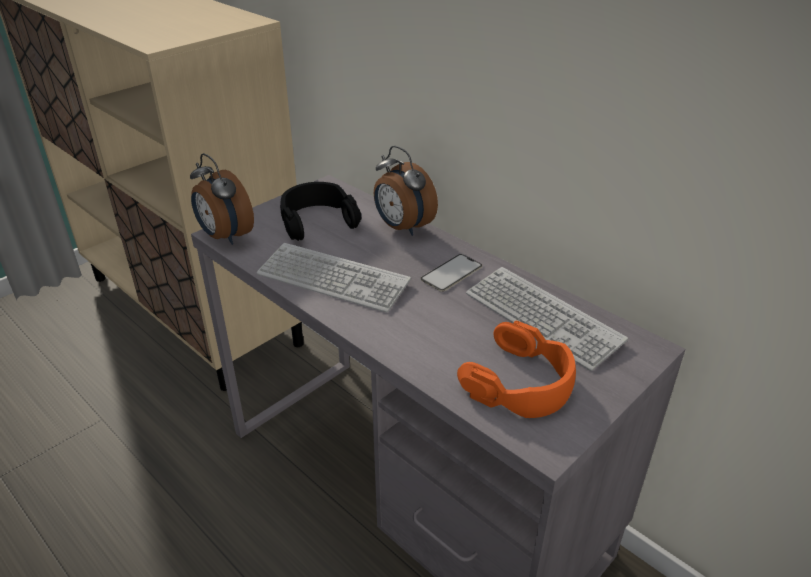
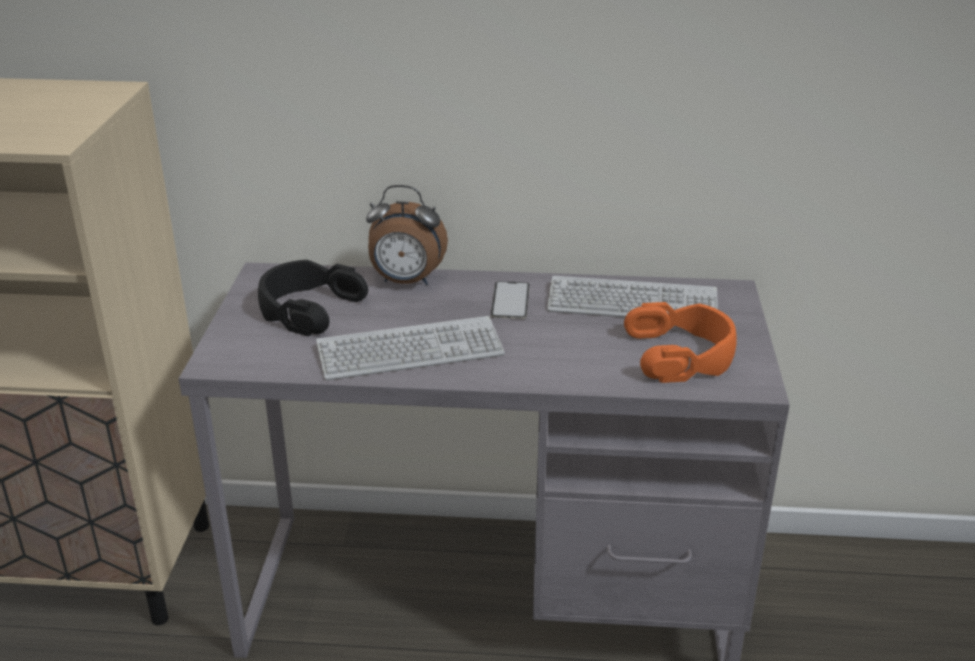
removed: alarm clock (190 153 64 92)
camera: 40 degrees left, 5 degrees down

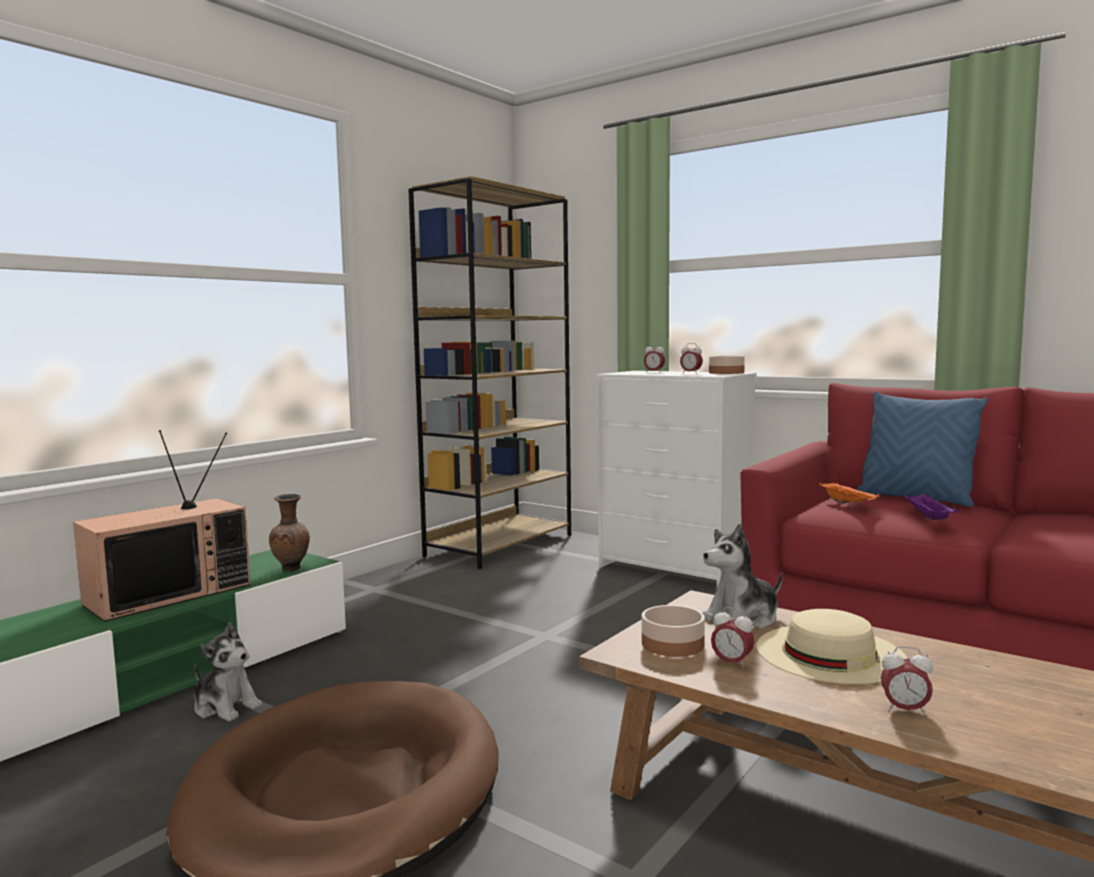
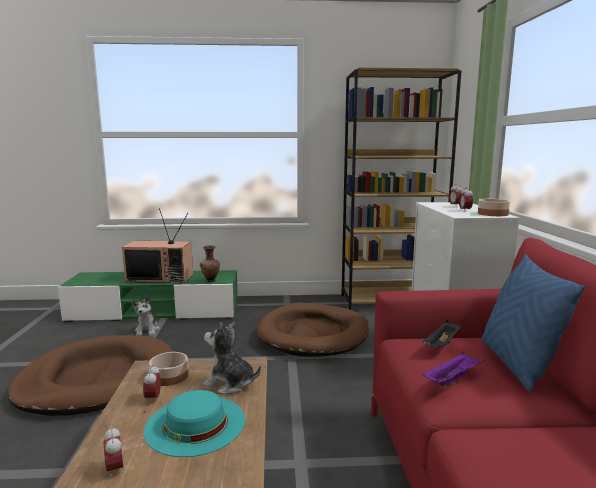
added: brownish dog bed (256 303 113 54)
recoloured: orange serving tray (819 482 61 22) to black-coloured serving tray (422 320 39 28); beige-coloured clothing hat (757 609 150 75) to blue-green clothing hat (144 390 101 67)
camera: 50 degrees right, 5 degrees up

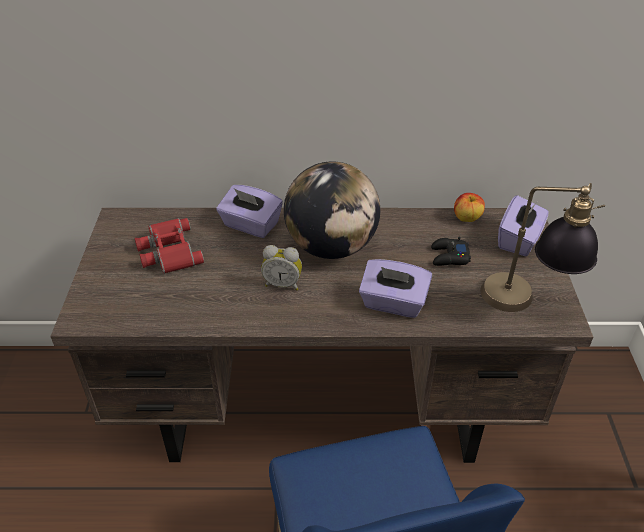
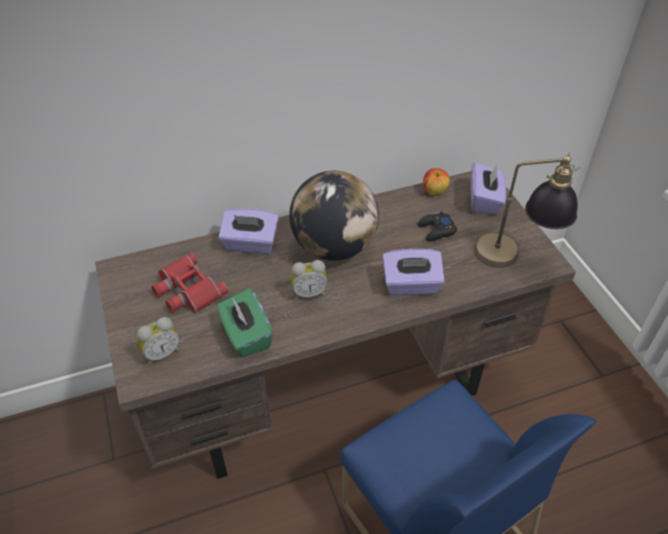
added: greenish tissue box (217 288 56 69); alarm clock (137 317 43 49)
camera: 20 degrees left, 5 degrees up

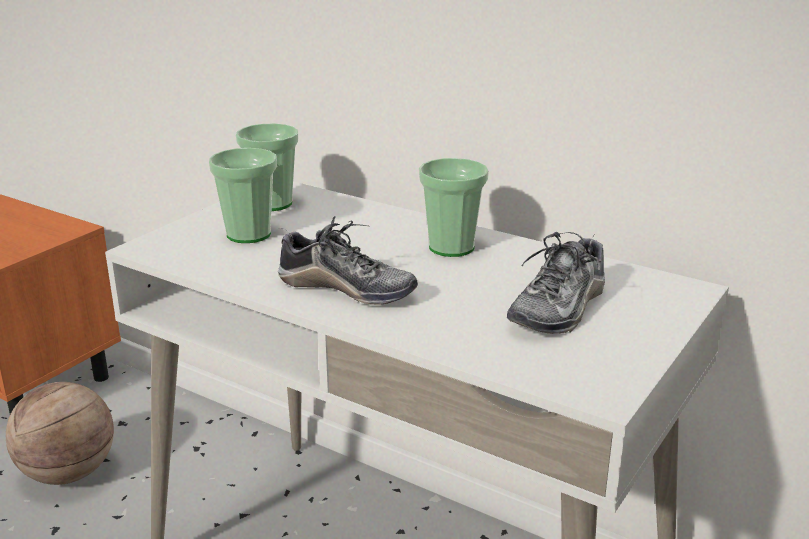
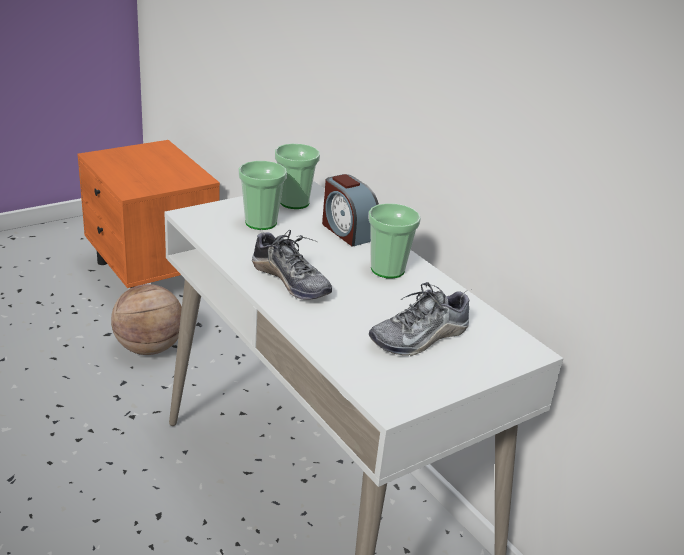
added: alarm clock (322 174 57 73)
camera: 20 degrees right, 5 degrees up

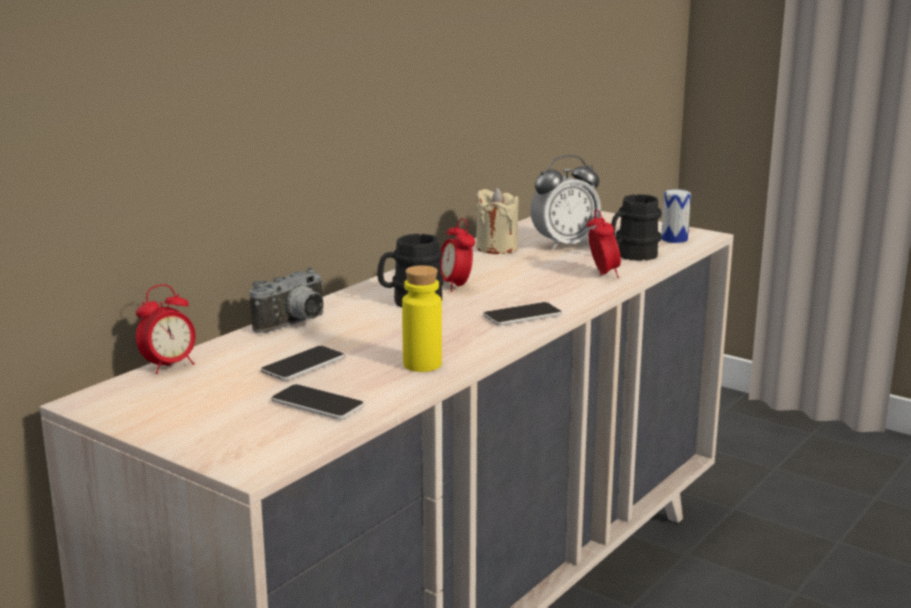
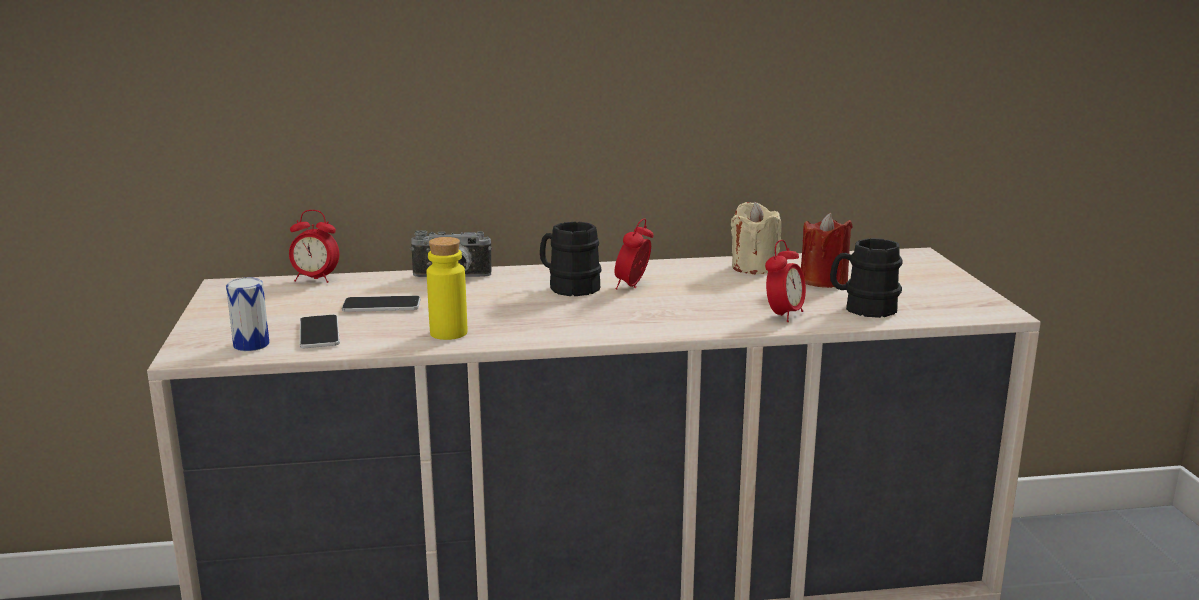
removed: phone (483 302 79 23)
moved: can (661 189 30 54) to (226 277 44 74)
replaced: alarm clock (530 155 71 95) to red wax candle (801 213 52 75)
camera: 45 degrees right, 0 degrees up

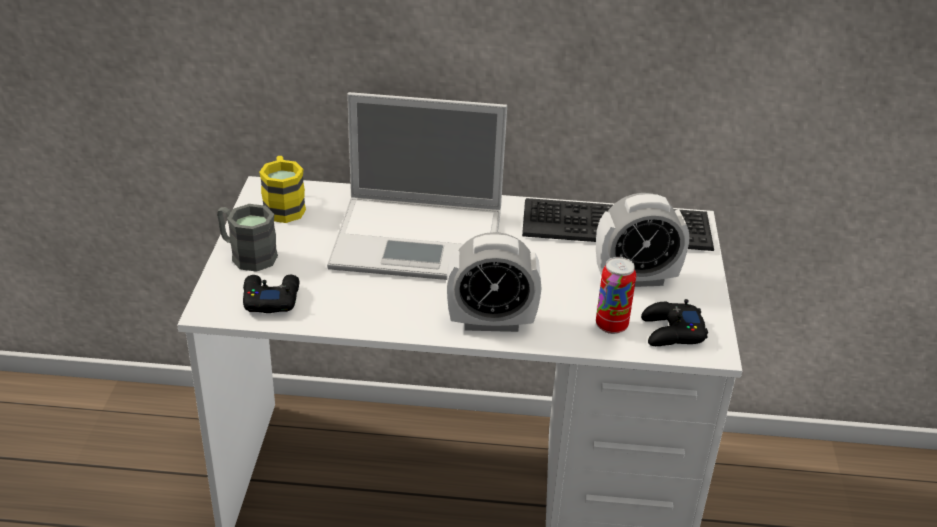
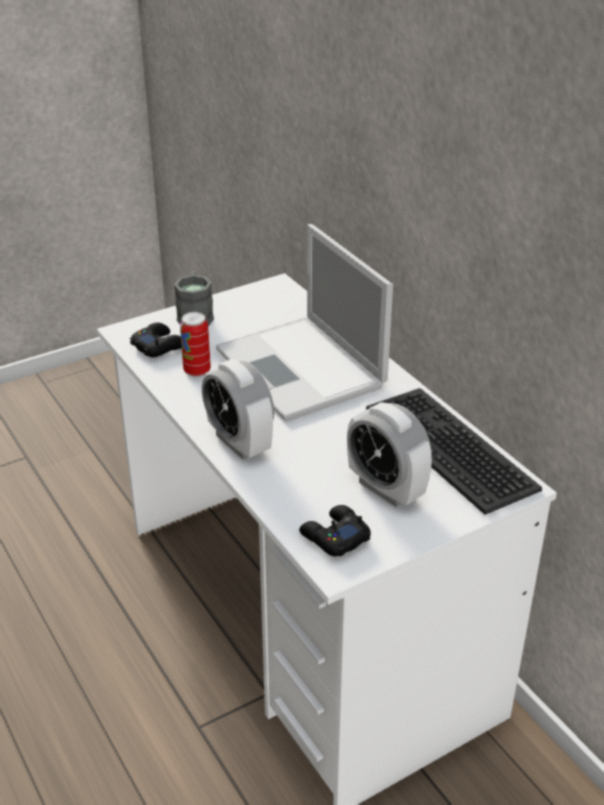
removed: yellow mug (259 156 47 67)
moved: can (596 257 40 77) to (180 312 31 65)
camera: 55 degrees right, 0 degrees up

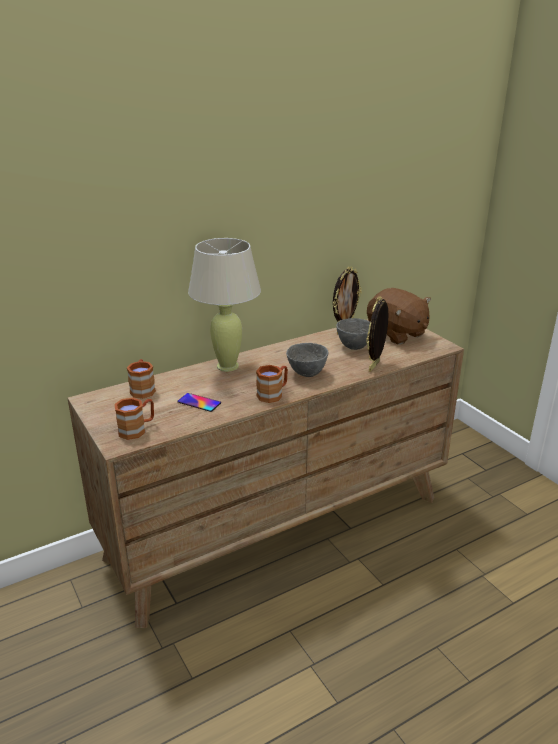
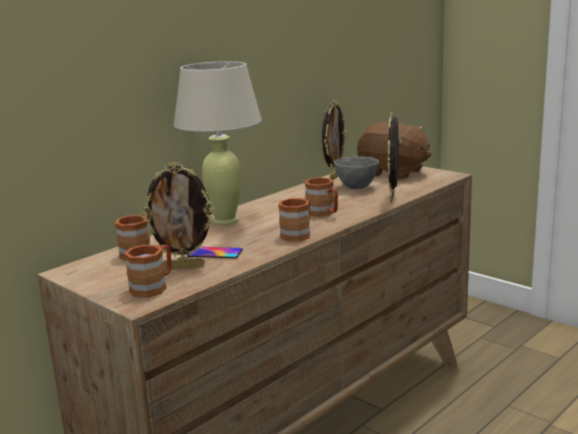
added: picture frame (141 162 74 107)
replaced: greyish deep dish (286 343 42 34) to brownish mug (305 177 33 40)
camera: 15 degrees left, 10 degrees down

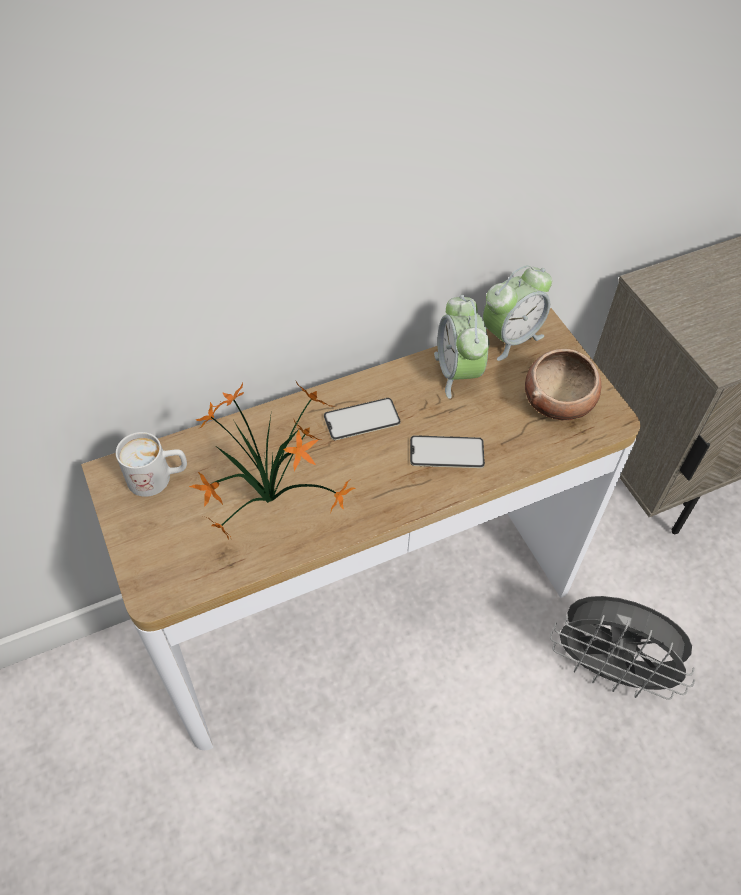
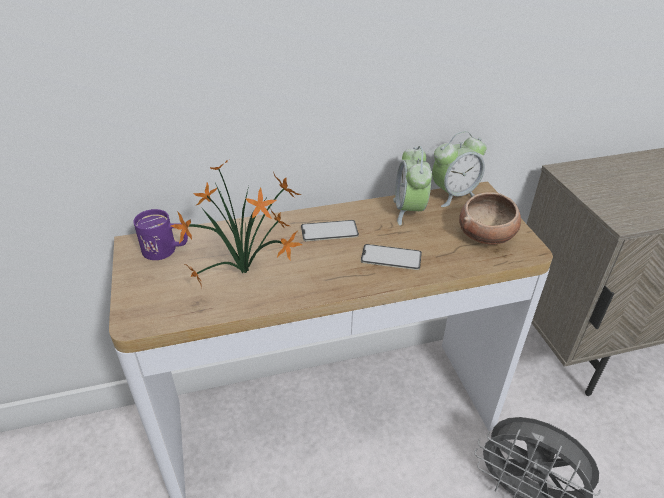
recoloured: whitish mug (116 432 71 65) to purplish mug (133 209 55 51)
camera: 10 degrees right, 15 degrees down

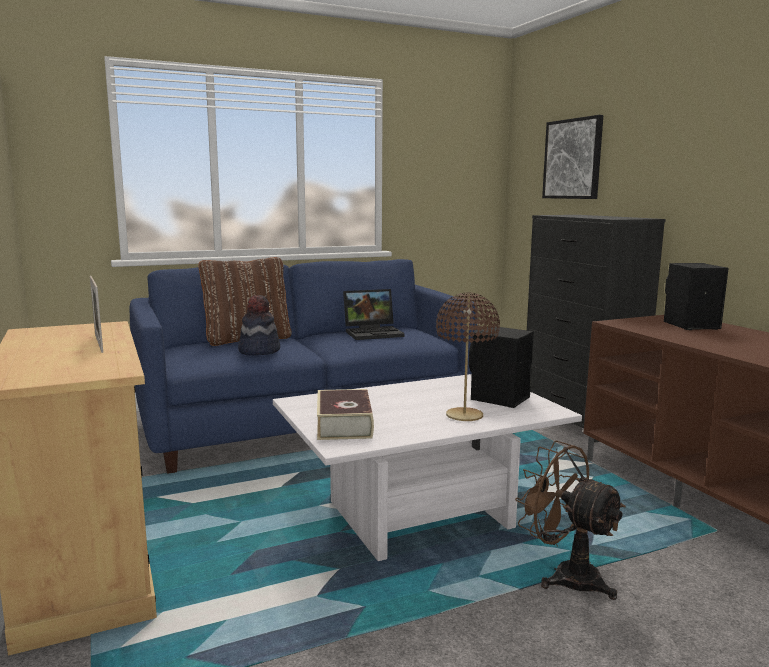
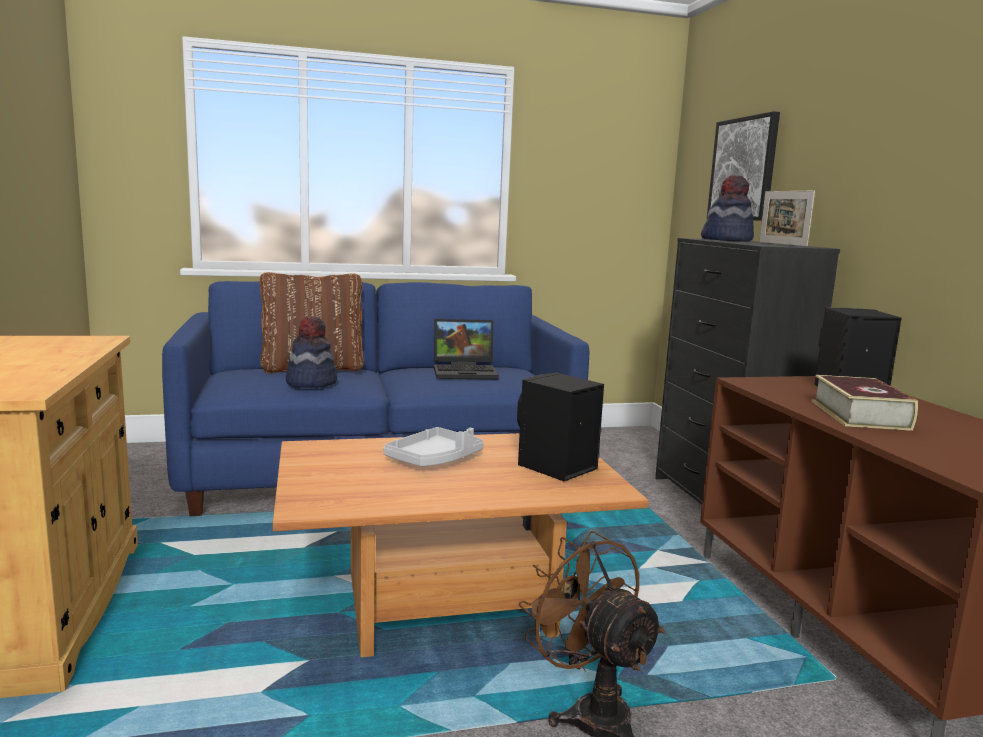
removed: brownish tabletop lamp (436 293 64 128)
added: clothing hat (701 175 53 67); greyish serving tray (383 427 100 40)
moved: picture frame (90 276 13 77) to (759 191 56 55); volume (317 389 57 51) to (812 375 106 56)
recoloured: whitish lounge table (273 374 309 187) to brownish lounge table (273 433 376 224)
camera: 10 degrees right, 0 degrees up

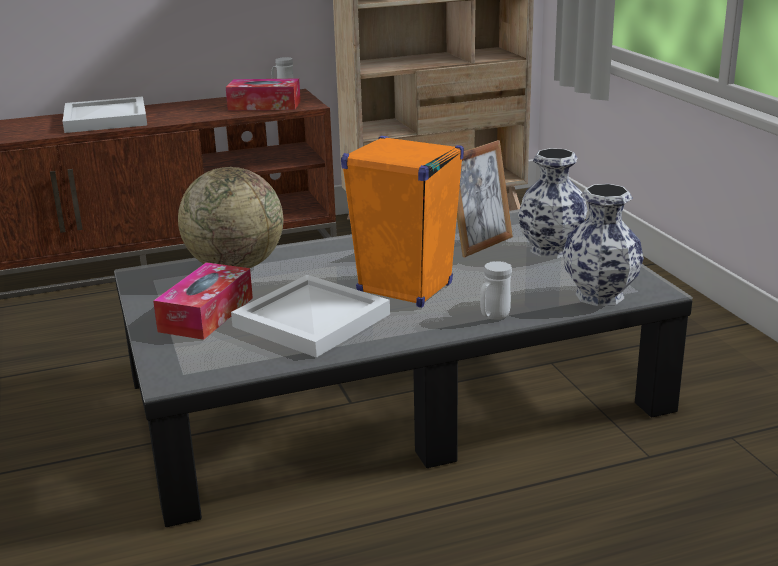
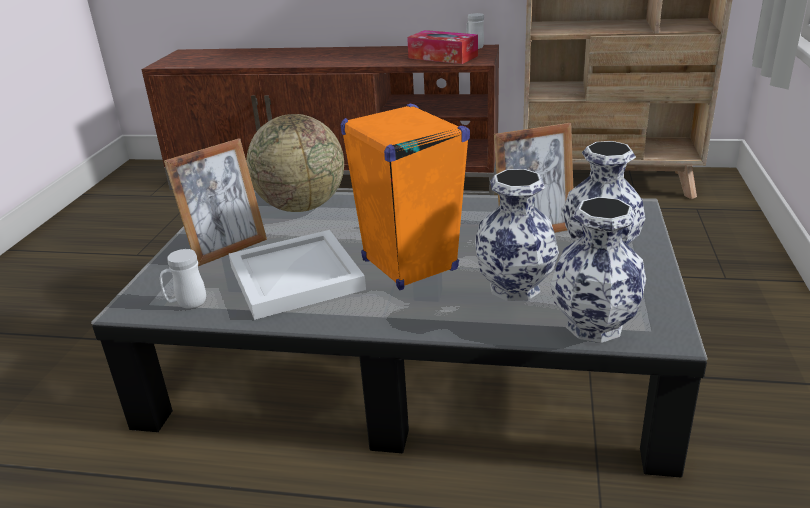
removed: whitish serving tray (63 96 84 37)
added: decorative vase (475 169 84 132)
moved: whitish mug (480 261 32 59) to (160 249 46 59)
replaced: tissue box (153 262 100 78) to picture frame (164 138 103 128)
camera: 30 degrees right, 5 degrees up

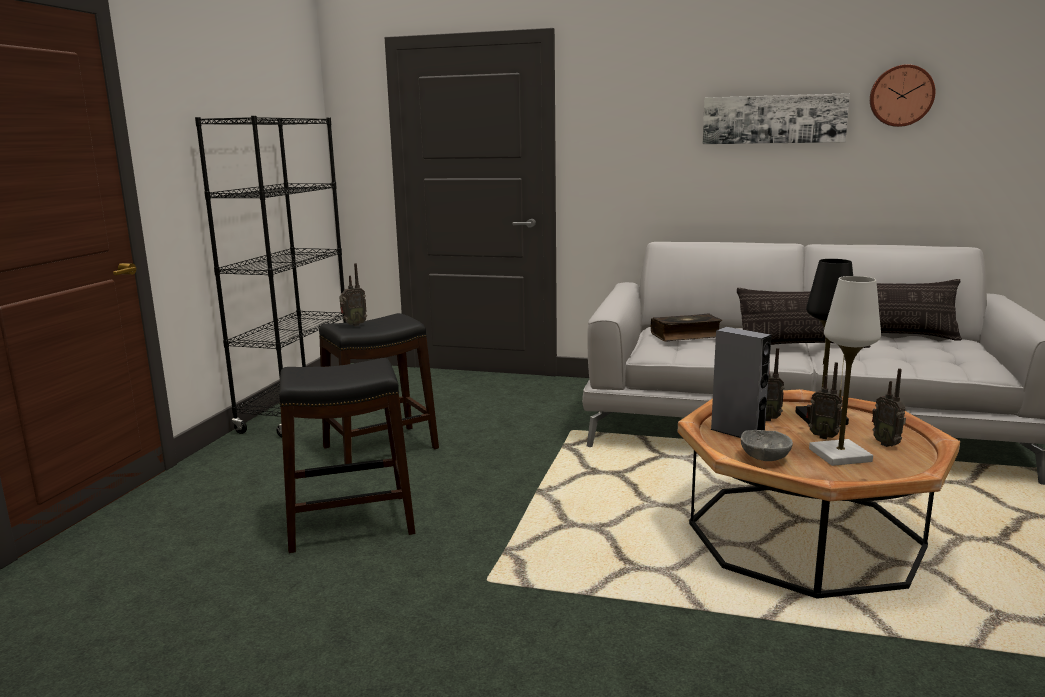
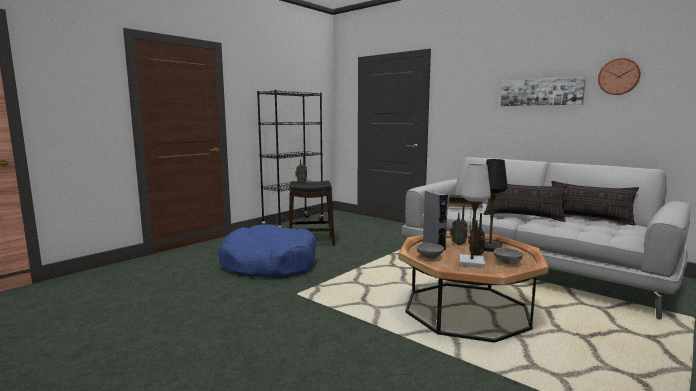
replaced: black-coloured stool (279 358 136 195) to bluish dog bed (218 224 98 55); radio (872 368 34 79) to greyish deep dish (494 248 29 16)
camera: 25 degrees right, 5 degrees down

